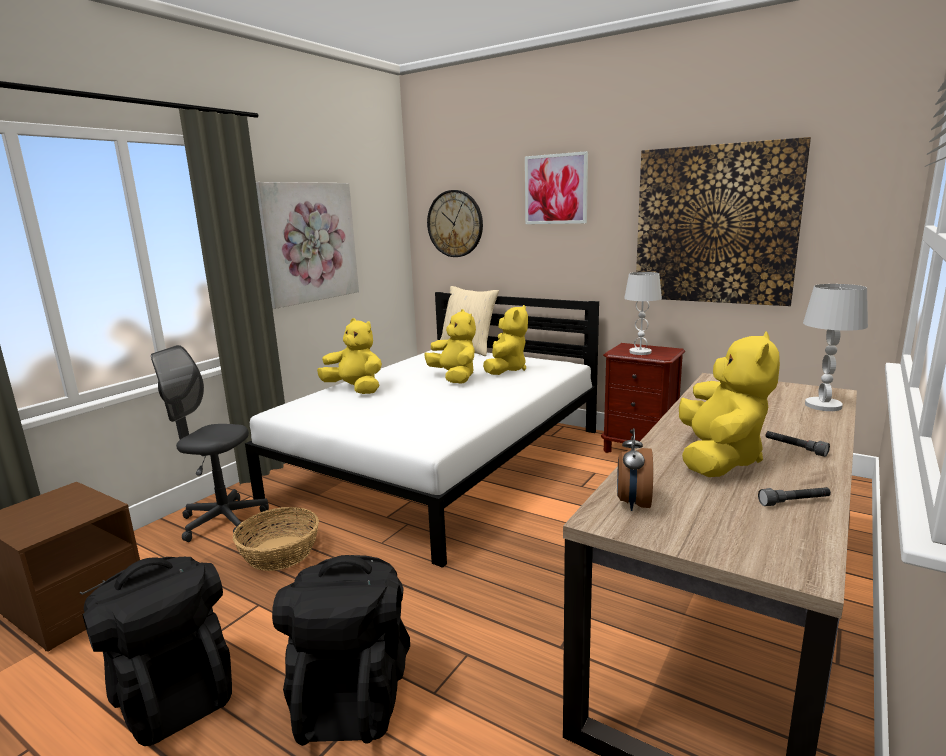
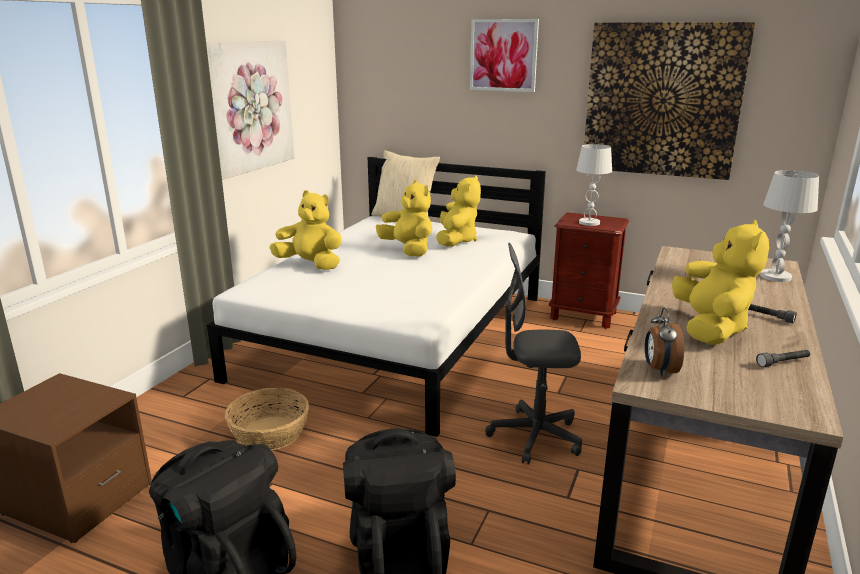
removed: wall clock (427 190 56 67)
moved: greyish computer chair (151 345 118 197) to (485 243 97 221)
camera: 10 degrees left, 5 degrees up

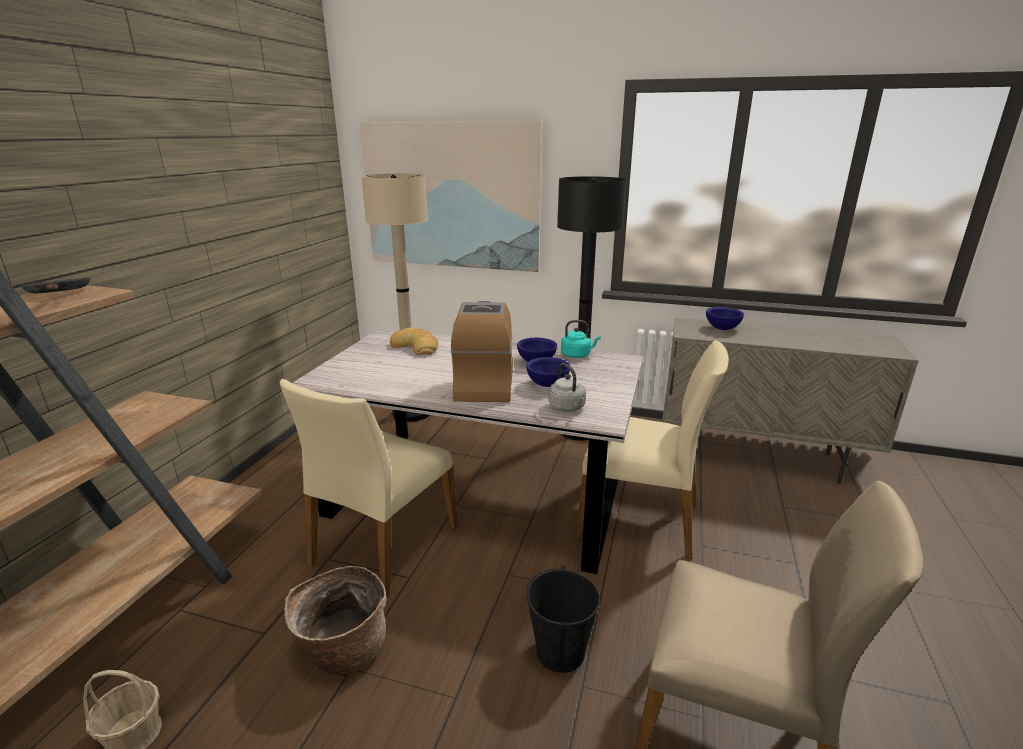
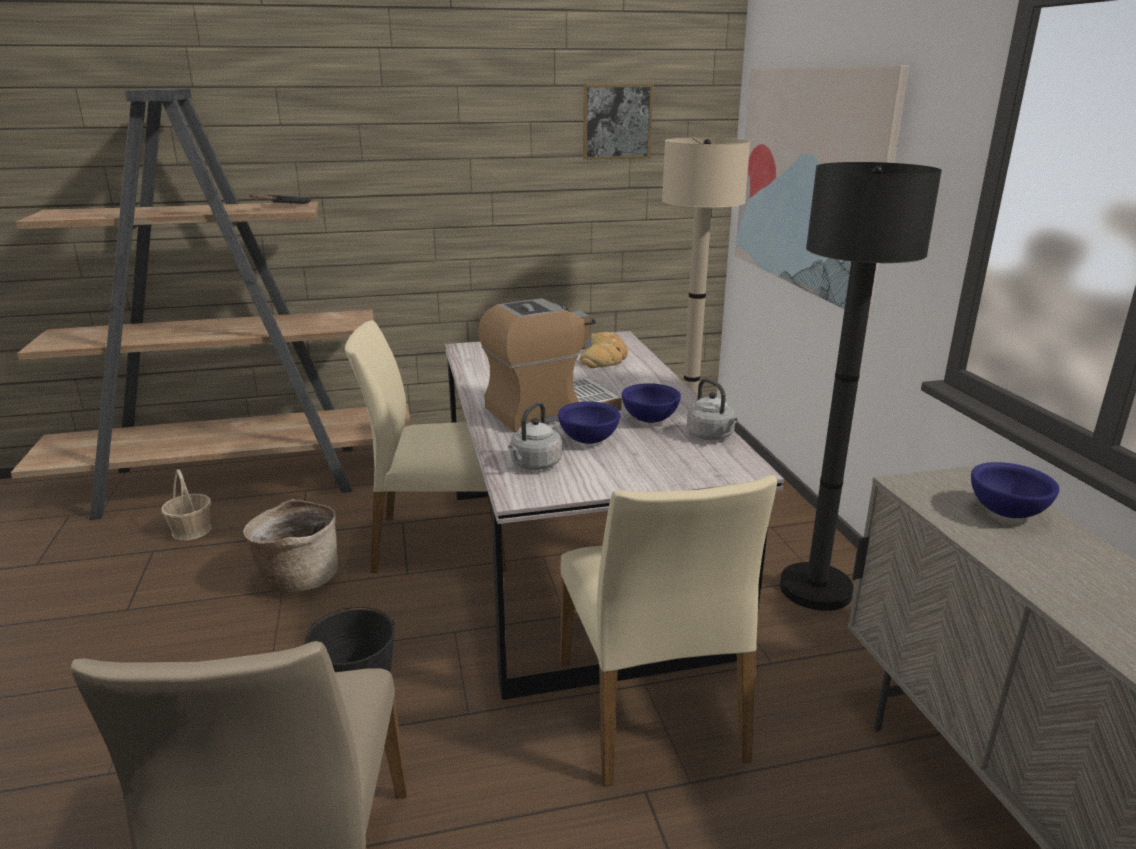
added: wall art (583 84 70 76)
recoloured: blue-green kettle (561 320 40 38) to greyish kettle (687 378 51 62)
camera: 60 degrees right, 0 degrees up

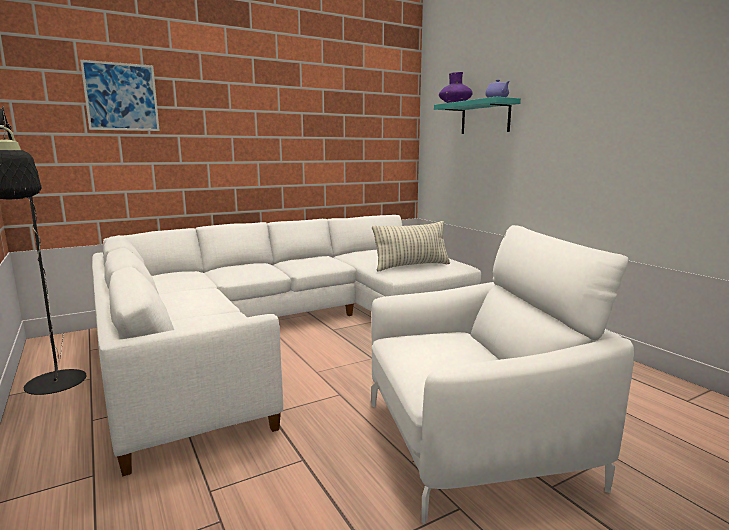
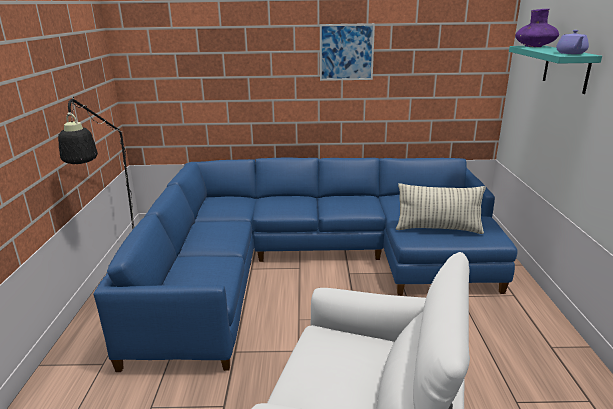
moved: wall art (80 60 80 71) to (320 23 55 58)
recoloured: whitish couch (92 215 389 262) to bluish couch (93 157 425 215)
camera: 30 degrees right, 10 degrees up

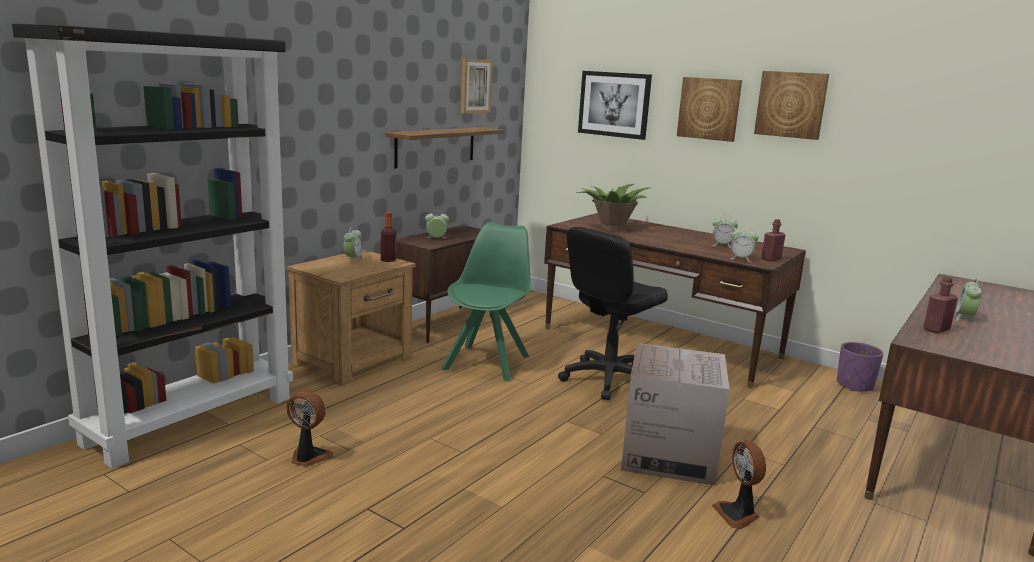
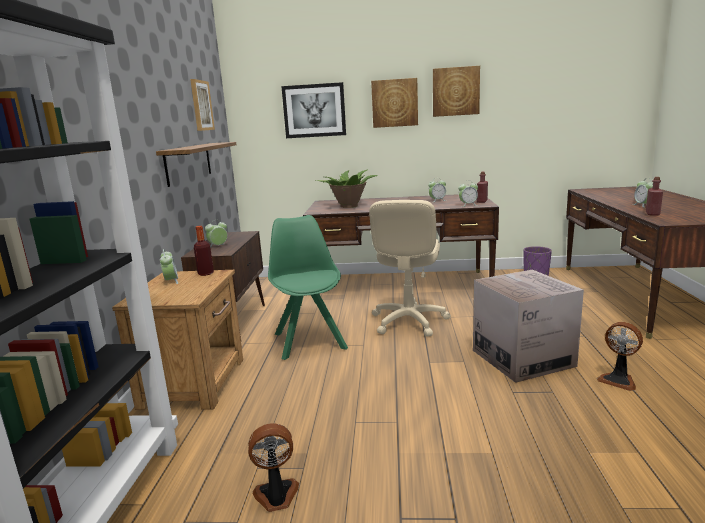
recoloured: black-coloured computer chair (558 227 110 173) to beige-coloured computer chair (369 200 82 137)
camera: 30 degrees left, 0 degrees up

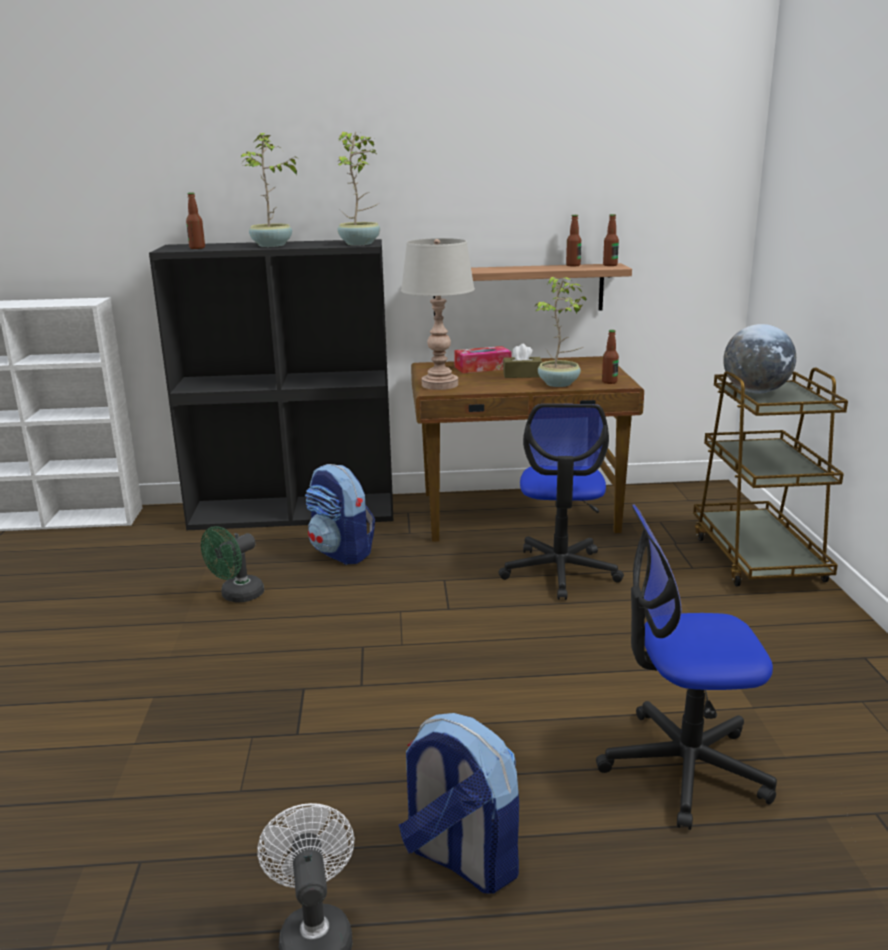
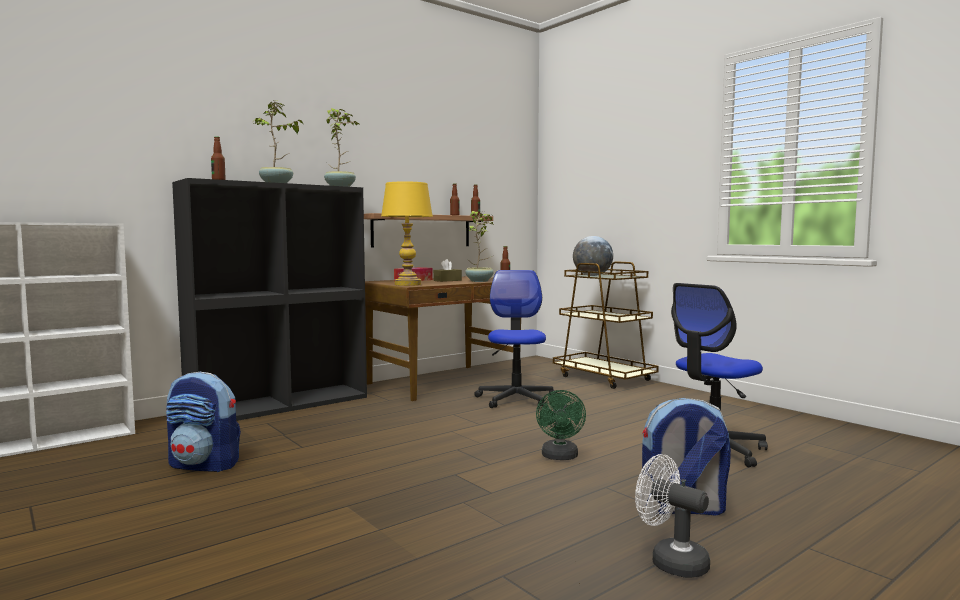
moved: backpack (305 464 70 101) to (166 372 75 100); greenish fan (201 526 63 77) to (536 390 50 70)
recoloured: greyish tabletop lamp (401 238 74 152) to yellow tabletop lamp (381 181 52 105)
turned: computer chair (498 404 126 196) = (474 270 82 138) 150 degrees counterclockwise
camera: 35 degrees left, 15 degrees down

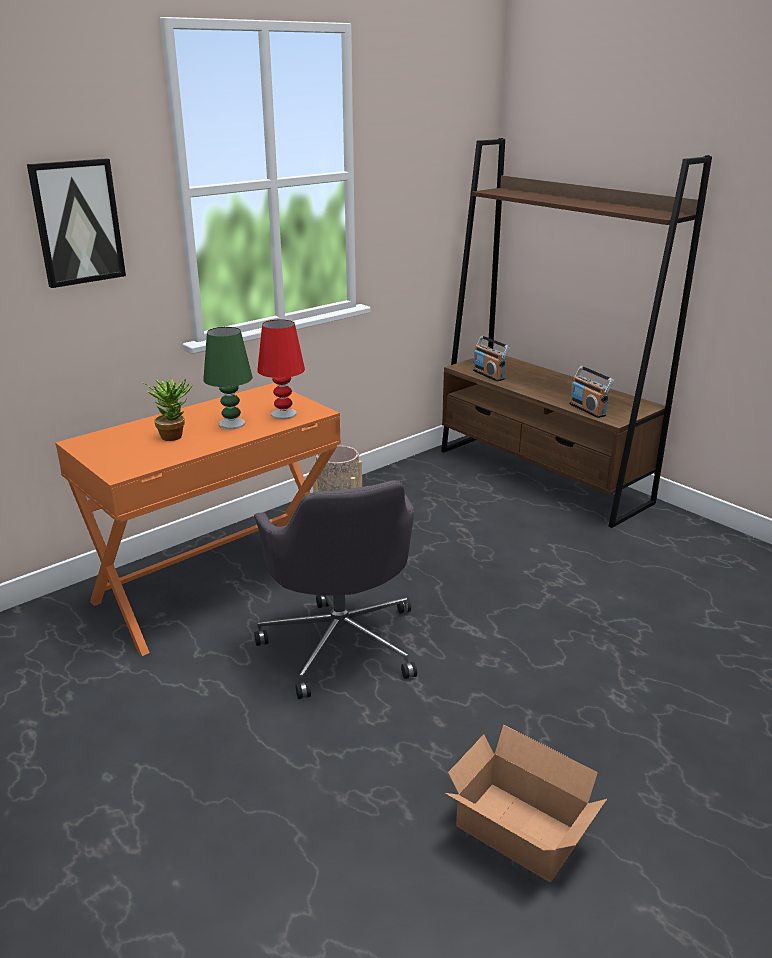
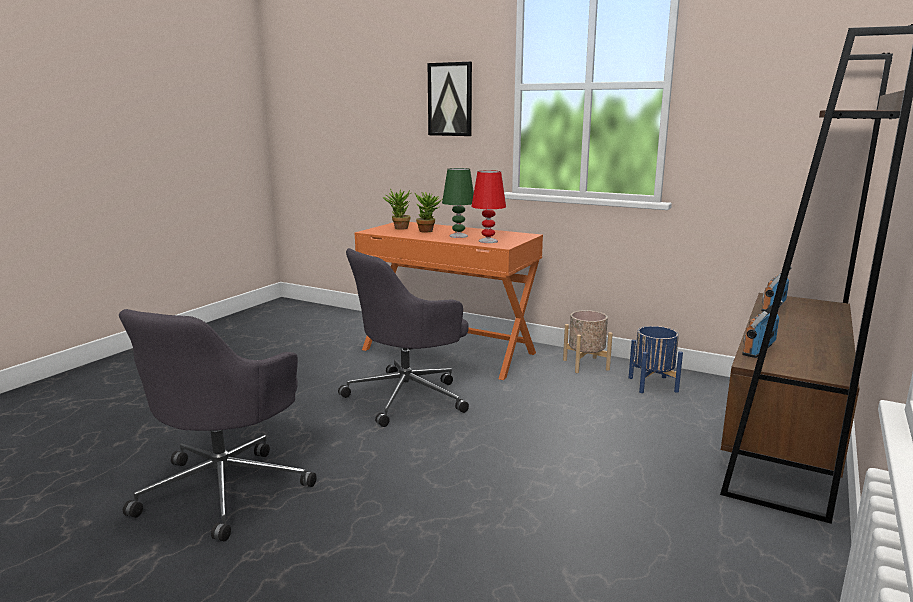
added: houseplant (383 189 28 41); bluish plant pot (629 326 54 67)
replaced: packing box (445 725 162 157) to greyish computer chair (119 309 198 232)
camera: 70 degrees right, 10 degrees down

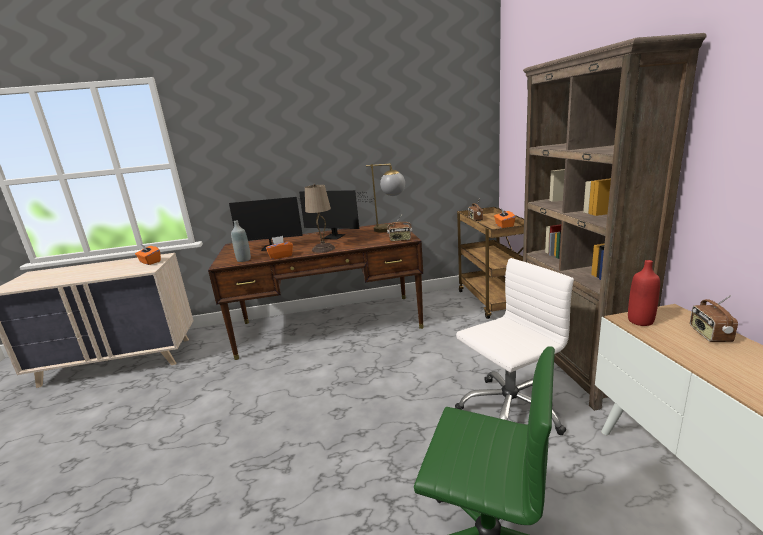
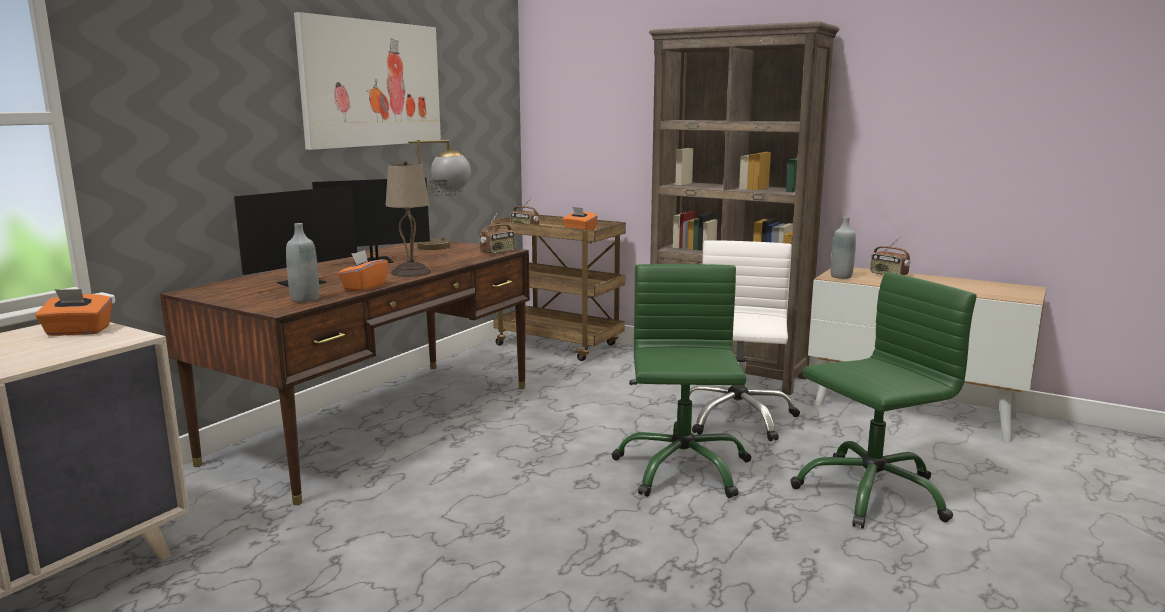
added: wall art (294 12 147 138); greenish computer chair (612 264 139 234)
recoloured: red bottle (628 260 32 66) to greyish bottle (831 217 25 62)
camera: 50 degrees left, 5 degrees down

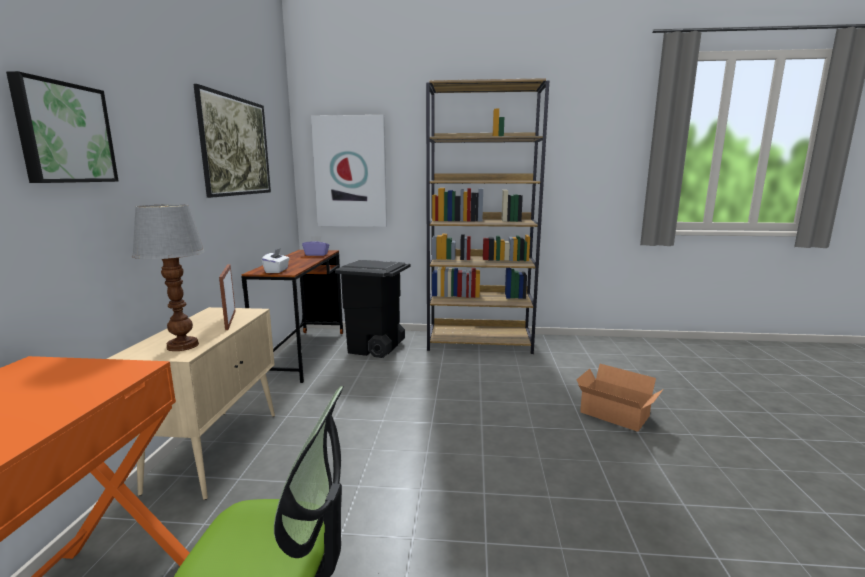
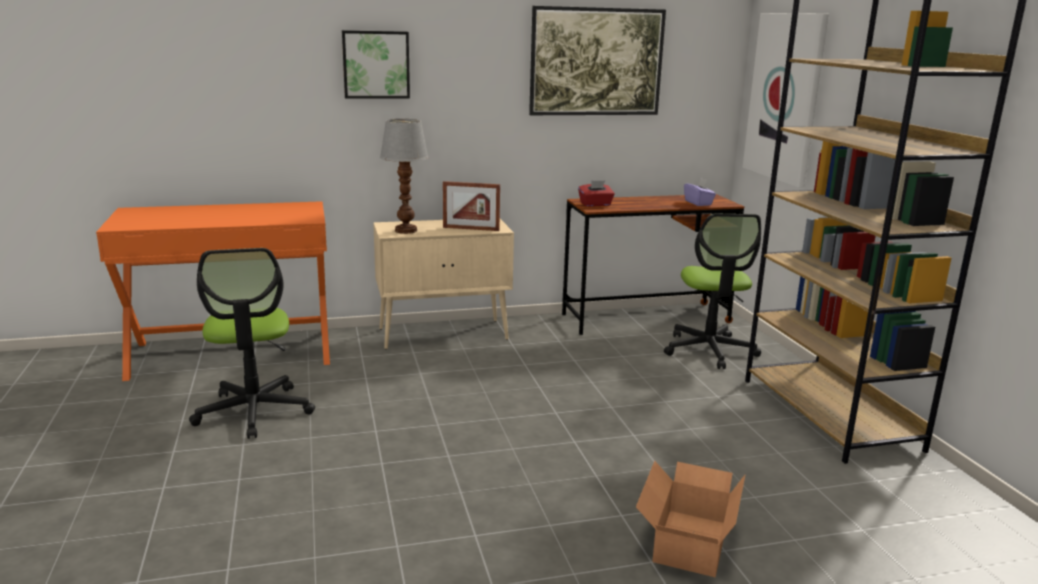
replaced: black-coloured waste bin (335 260 76 98) to computer chair (664 214 97 155)
recoloured: whitish tissue box (262 248 28 25) to red tissue box (578 181 37 26)
turned: picture frame (219 264 17 66) = (443 181 57 50) 135 degrees counterclockwise
camera: 70 degrees right, 5 degrees up

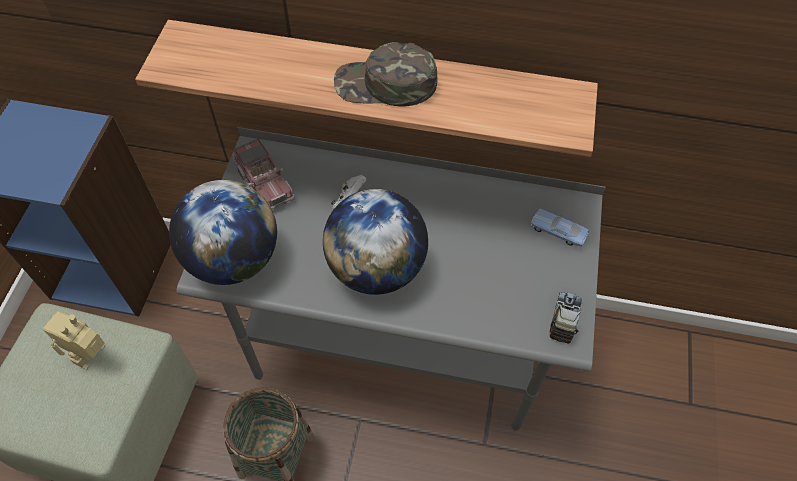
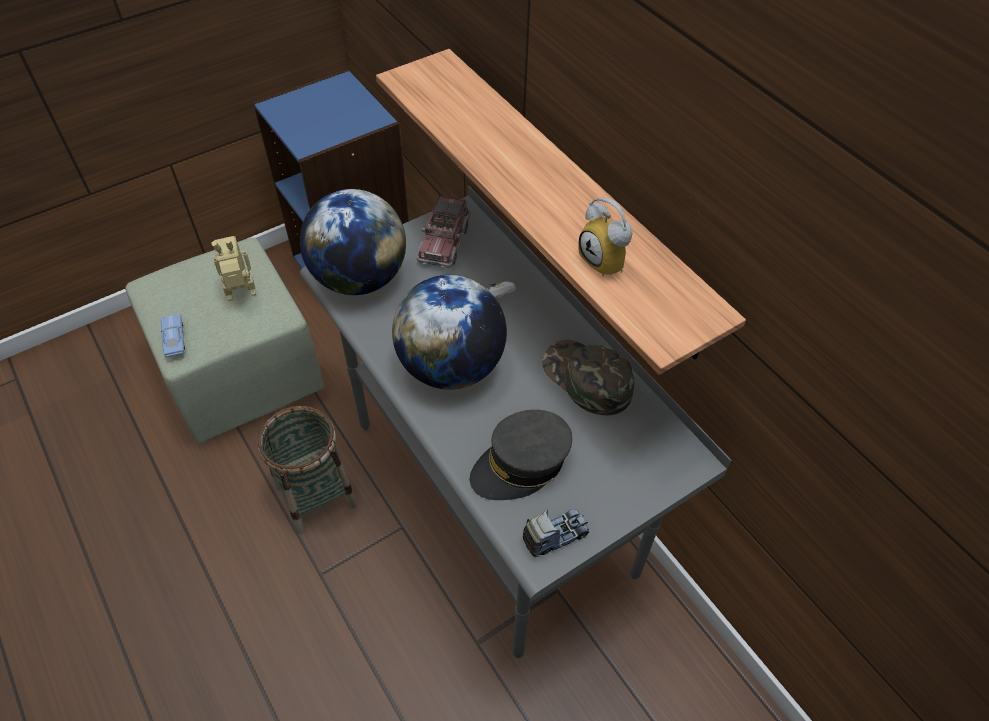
added: alarm clock (578 197 54 80); greyish baseball cap (470 410 102 90)
moved: greenish baseball cap (334 42 104 64) to (542 340 93 75); bluish toy car (531 209 58 37) to (160 314 25 43)
camera: 45 degrees right, 5 degrees down

